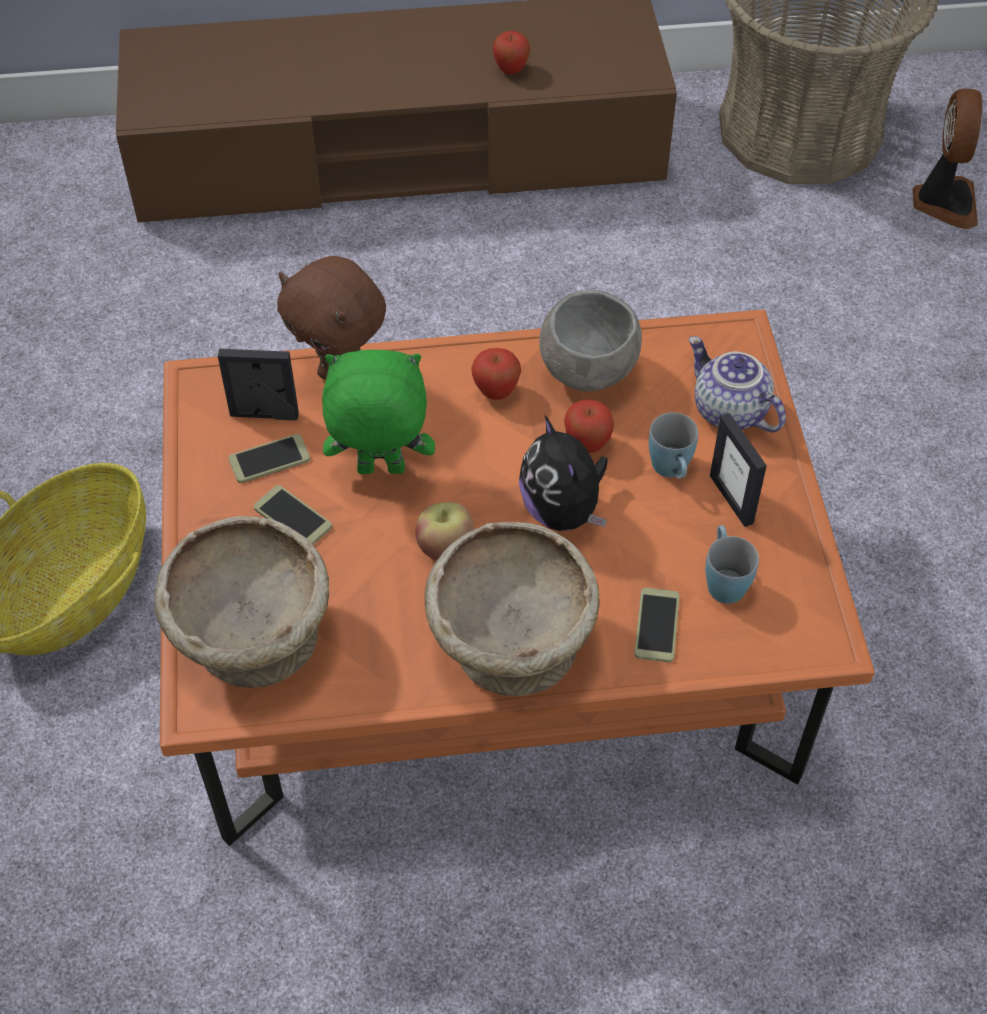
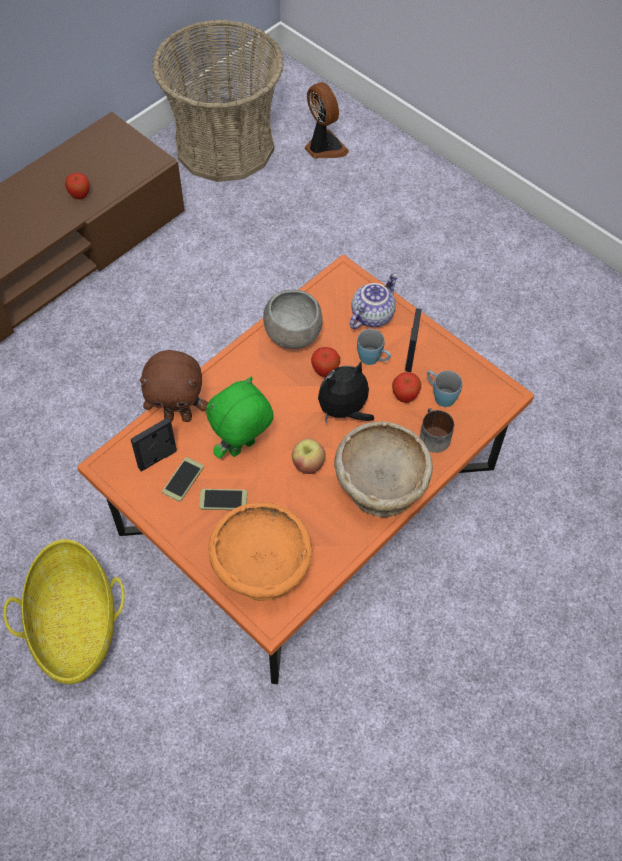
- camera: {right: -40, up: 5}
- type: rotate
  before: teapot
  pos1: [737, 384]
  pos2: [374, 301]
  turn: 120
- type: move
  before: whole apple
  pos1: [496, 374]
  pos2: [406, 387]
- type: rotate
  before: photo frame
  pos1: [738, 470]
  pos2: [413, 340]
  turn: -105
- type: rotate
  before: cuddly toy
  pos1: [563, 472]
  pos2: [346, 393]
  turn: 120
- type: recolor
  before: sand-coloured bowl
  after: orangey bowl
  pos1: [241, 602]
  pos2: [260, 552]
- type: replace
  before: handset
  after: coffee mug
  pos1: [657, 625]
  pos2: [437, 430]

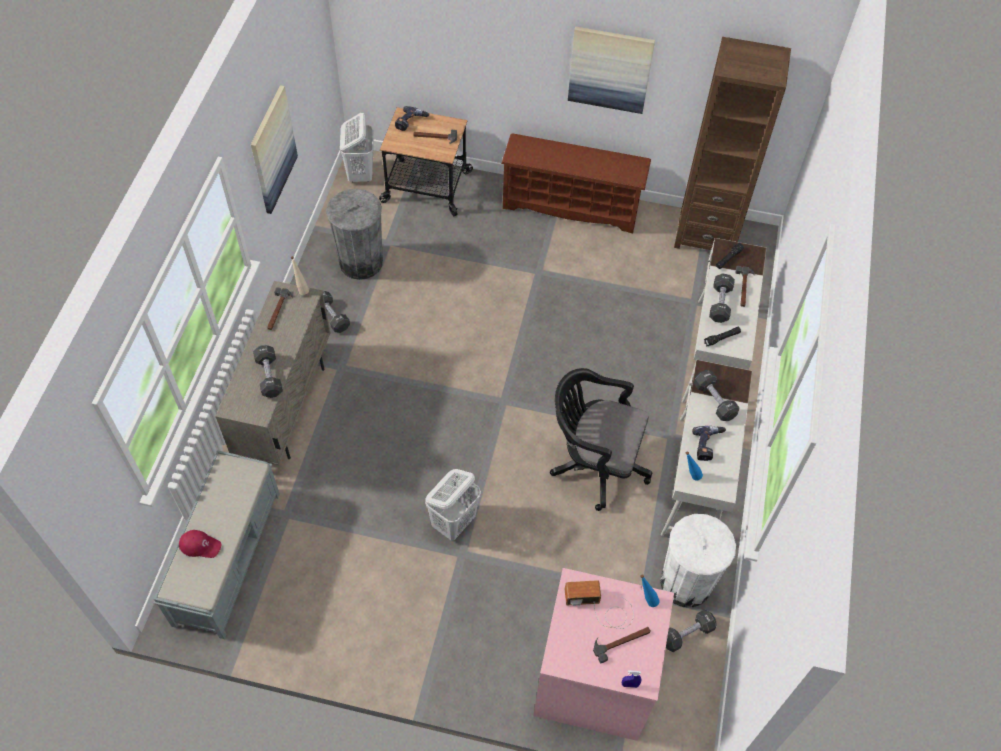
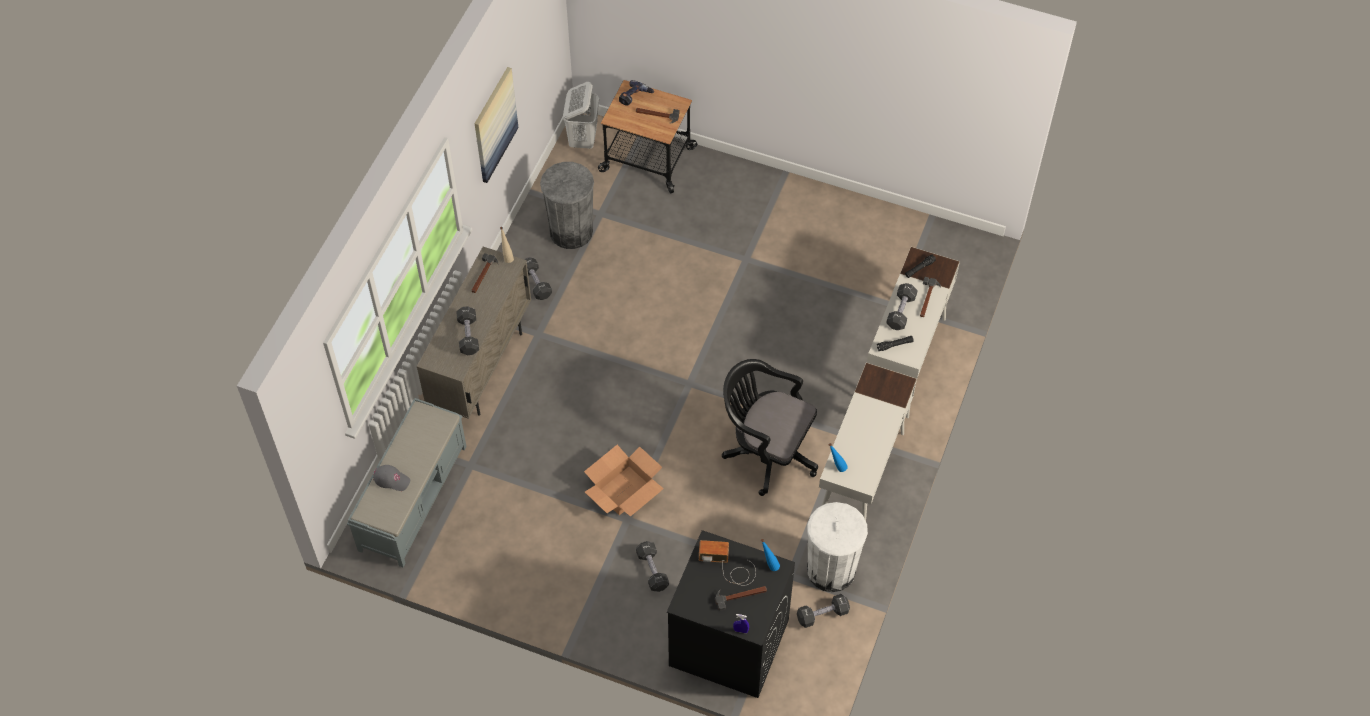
- camera: {right: 10, up: 0}
- type: delete
  before: wall art
  pos1: [611, 70]
- type: delete
  before: brown-coloured bookcase
  pos1: [732, 143]
- type: delete
  before: brown-coloured shoe rack
  pos1: [576, 183]
- type: move
  before: black-coloured hand weight
  pos1: [716, 395]
  pos2: [652, 566]
- type: delete
  before: drill
  pos1: [709, 443]
- type: replace
  before: white hamper
  after: carton
  pos1: [453, 505]
  pos2: [624, 481]
- type: recolor
  before: red peaked cap
  after: grey peaked cap
  pos1: [200, 544]
  pos2: [391, 478]
- type: recolor
  before: pinkish laundry appliance
  after: black-coloured laundry appliance
  pos1: [603, 654]
  pos2: [731, 614]

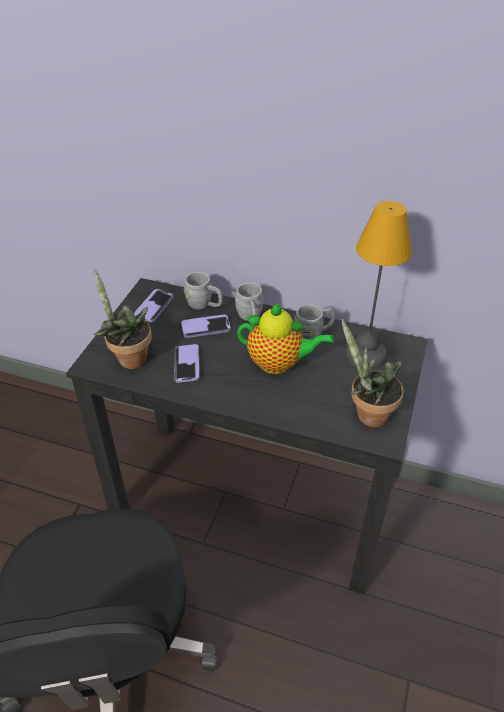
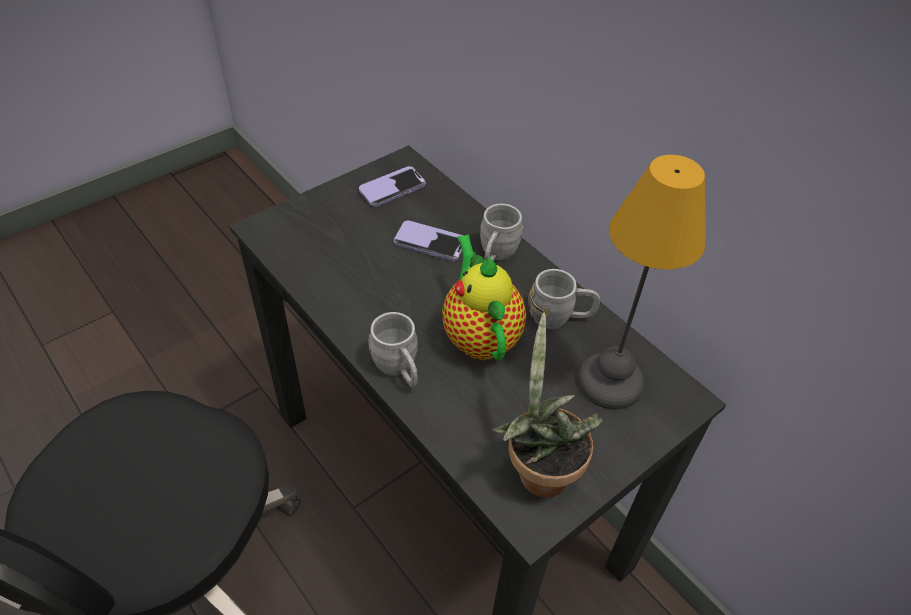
- camera: {right: 30, up: 5}
- type: delete
  before: plant in a pot
  pos1: [123, 318]
- type: move
  before: grey coffee mug
  pos1: [203, 290]
  pos2: [393, 349]
- type: rotate
  before: teapot
  pos1: [285, 339]
  pos2: [484, 298]
  turn: -150
- type: delete
  before: handset
  pos1: [187, 363]

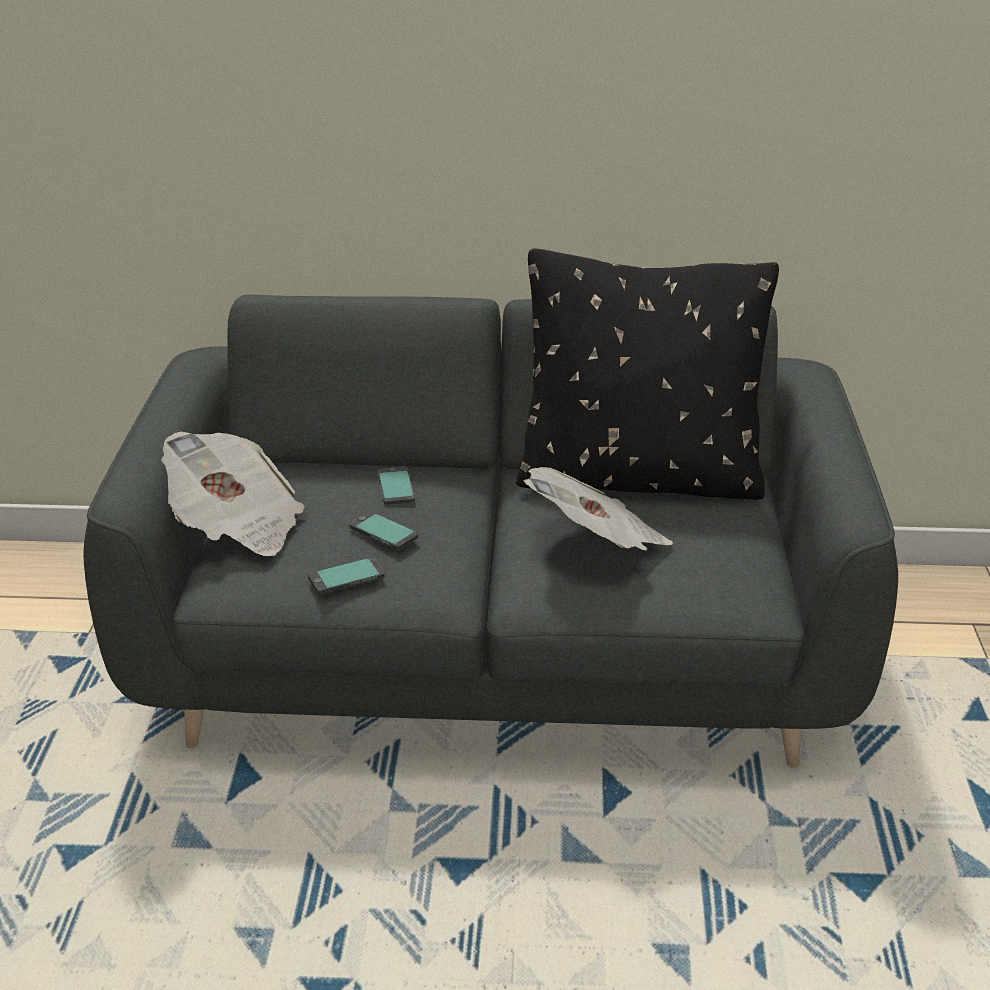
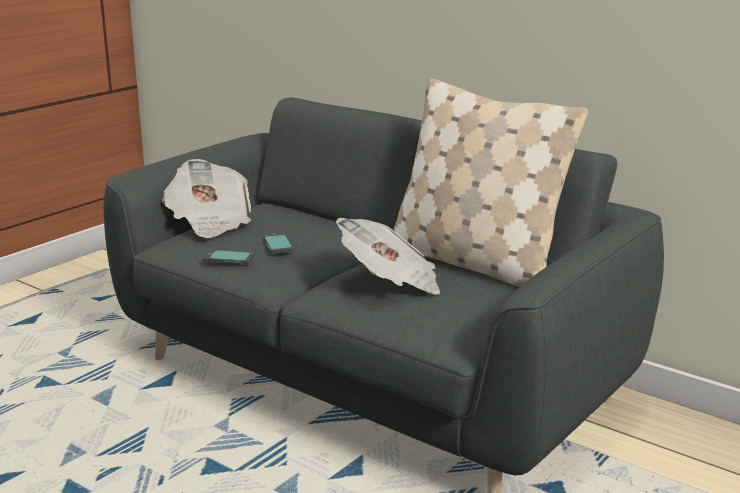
- camera: {right: 35, up: -10}
- type: recolor
  before: black-coloured cushion
  after: sand-coloured cushion
  pos1: [647, 374]
  pos2: [490, 183]
- type: delete
  before: handset
  pos1: [396, 486]

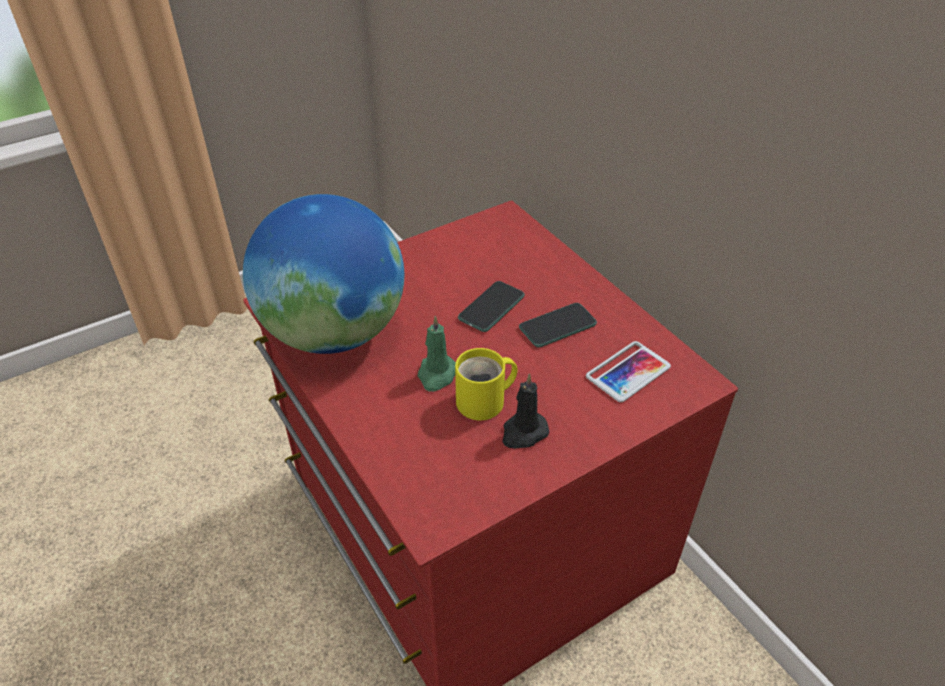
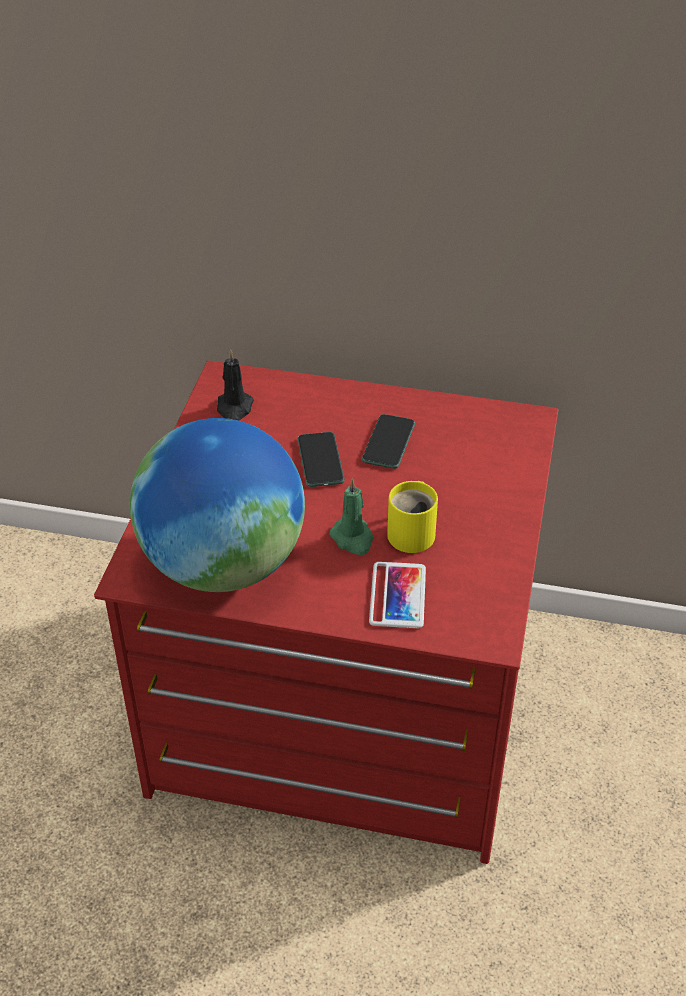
- camera: {right: -45, up: 0}
- type: move
  before: handset
  pos1: [628, 371]
  pos2: [397, 595]
- type: move
  before: black-coloured wax light
  pos1: [525, 411]
  pos2: [235, 385]

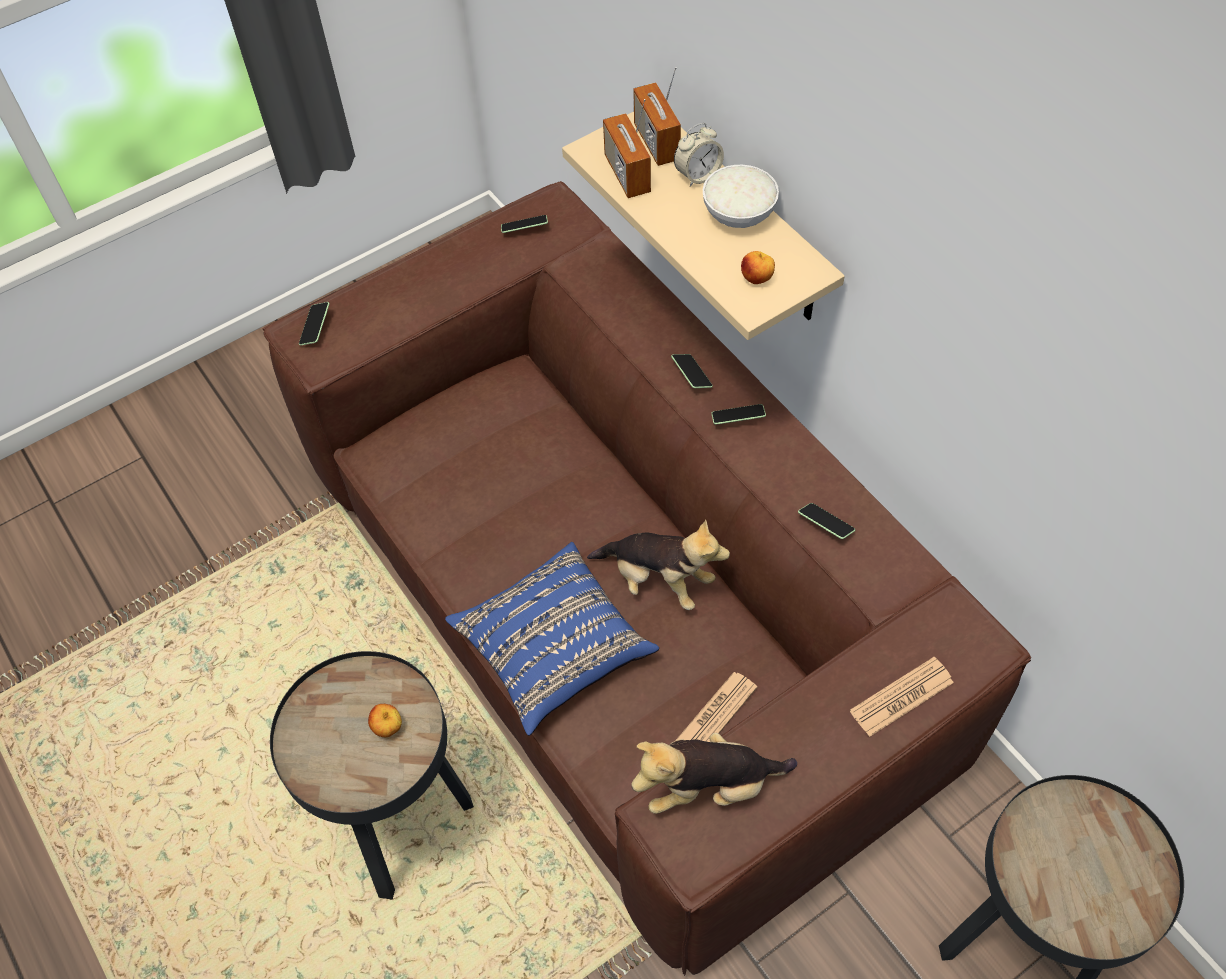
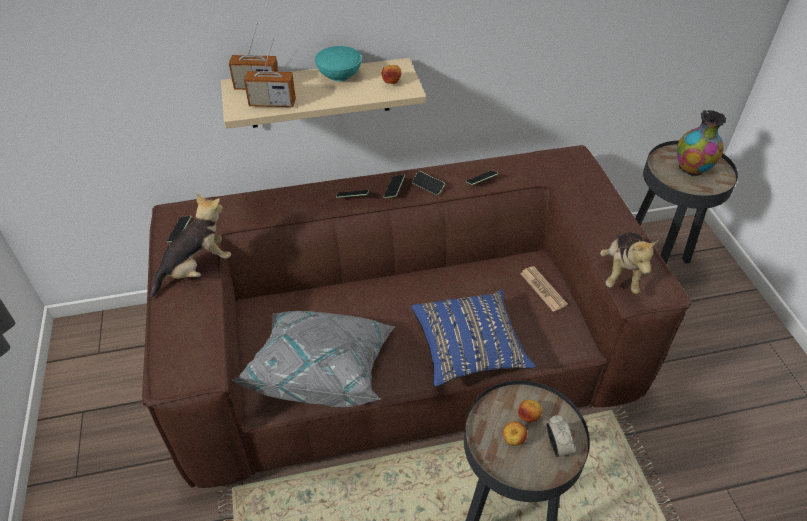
- camera: {right: -70, up: -10}
- type: move
  before: table clock
  pos1: [699, 155]
  pos2: [561, 436]
- type: recolor
  before: white bowl
  after: turquoise-coloured bowl
  pos1: [741, 196]
  pos2: [338, 64]
- type: move
  before: handset
  pos1: [314, 324]
  pos2: [428, 183]
- type: move
  before: cuddly toy
  pos1: [658, 564]
  pos2: [190, 246]
- type: delete
  before: daily paper
  pos1: [902, 697]
- type: insert
  after: decorative vase
  pos2: [701, 143]
- type: insert
  after: grey cushion
  pos2: [313, 359]
- type: insert
  after: whole apple
  pos2: [515, 434]

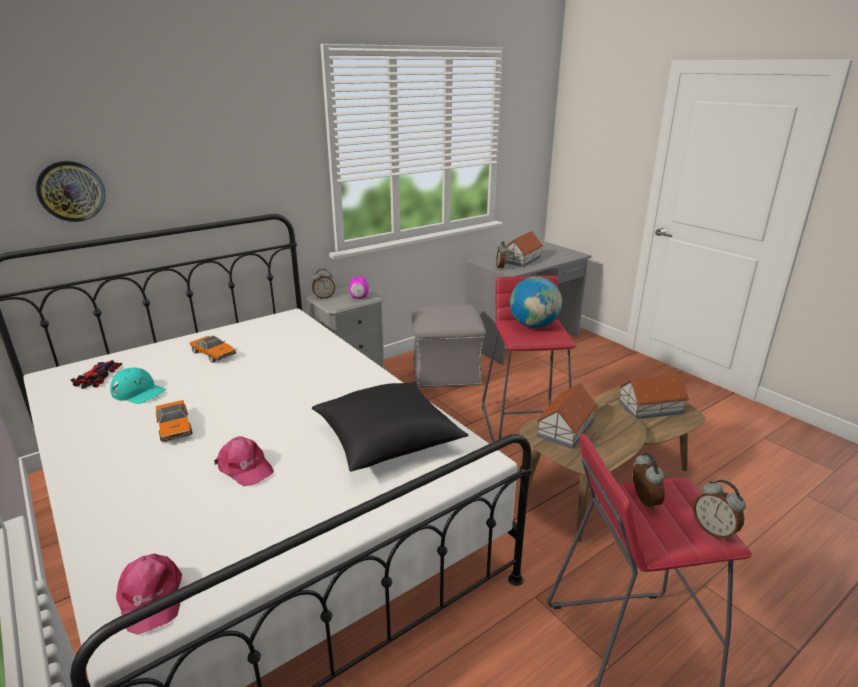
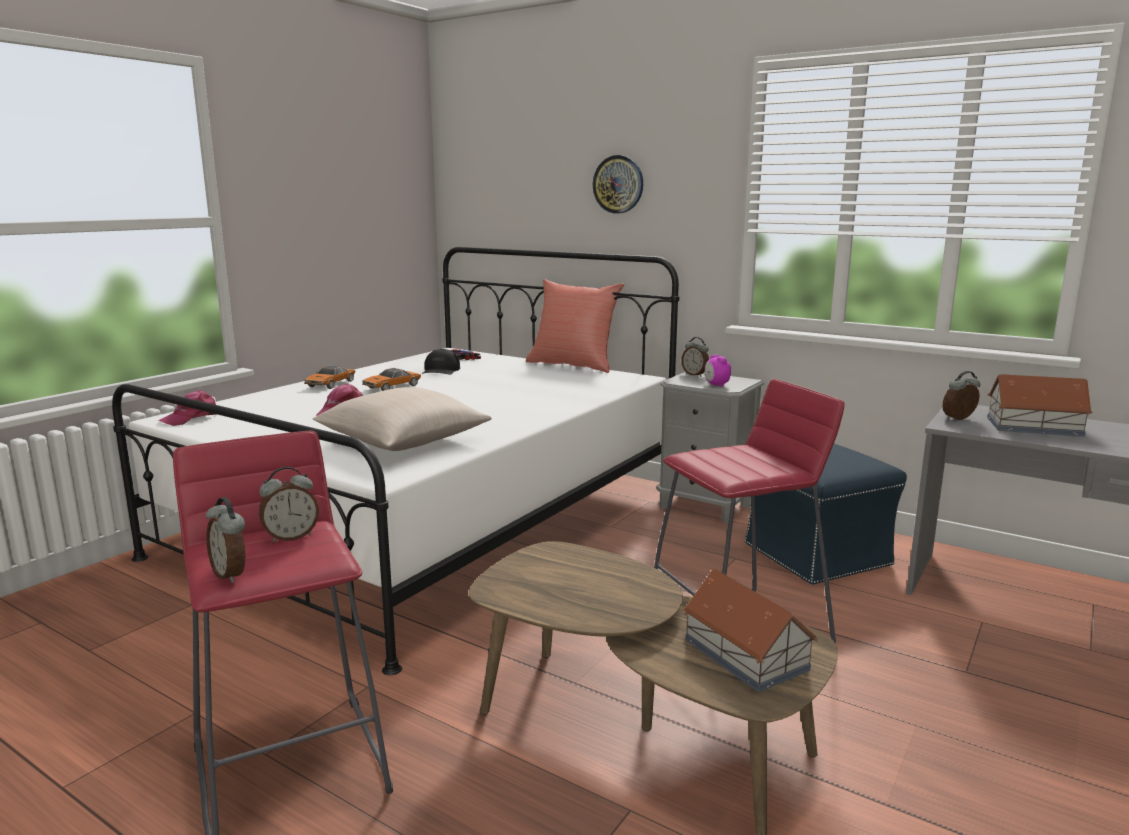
- camera: {right: 70, up: -10}
- type: move
  before: hanging clock
  pos1: [70, 191]
  pos2: [618, 184]
- type: delete
  before: world globe
  pos1: [536, 302]
- type: recolor
  before: grey ottoman
  after: blue-coloured ottoman
  pos1: [449, 346]
  pos2: [826, 514]
- type: move
  before: model car
  pos1: [212, 349]
  pos2: [330, 377]
- type: recolor
  before: turquoise-coloured peaked cap
  after: black-coloured peaked cap
  pos1: [138, 385]
  pos2: [441, 362]
- type: recolor
  before: black-coloured cushion
  after: sand-coloured cushion
  pos1: [390, 427]
  pos2: [402, 419]
- type: delete
  before: miniature house
  pos1: [567, 416]
- type: rotate
  before: table clock
  pos1: [719, 510]
  pos2: [226, 540]
  turn: -75
- type: insert
  after: red cushion
  pos2: [575, 326]

